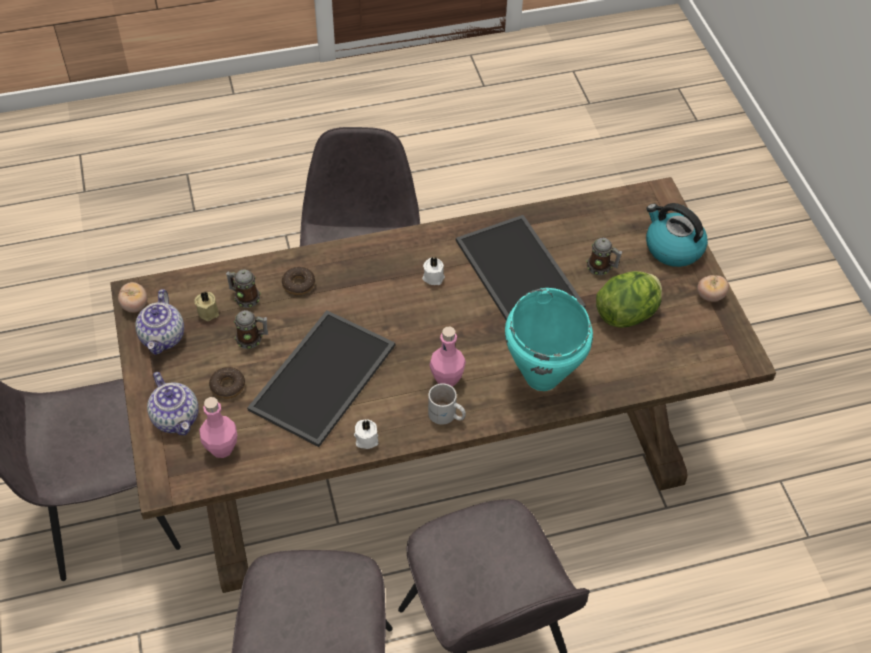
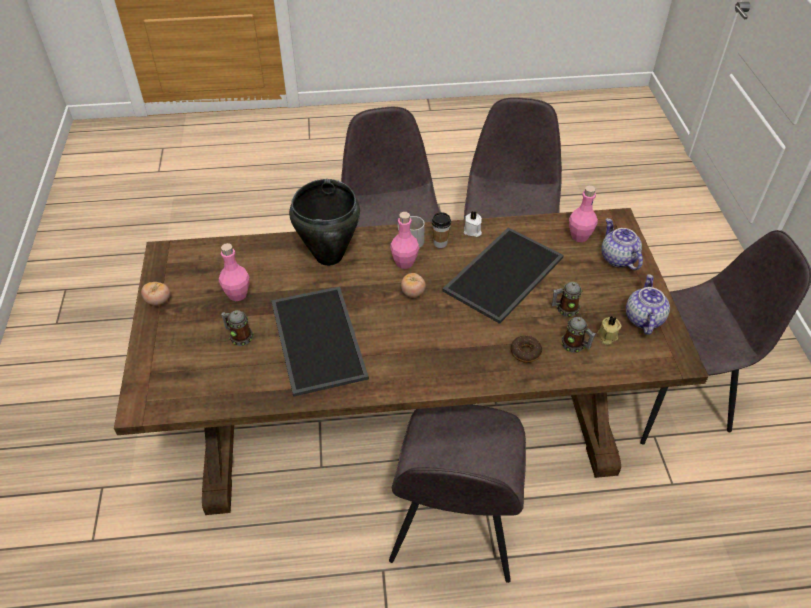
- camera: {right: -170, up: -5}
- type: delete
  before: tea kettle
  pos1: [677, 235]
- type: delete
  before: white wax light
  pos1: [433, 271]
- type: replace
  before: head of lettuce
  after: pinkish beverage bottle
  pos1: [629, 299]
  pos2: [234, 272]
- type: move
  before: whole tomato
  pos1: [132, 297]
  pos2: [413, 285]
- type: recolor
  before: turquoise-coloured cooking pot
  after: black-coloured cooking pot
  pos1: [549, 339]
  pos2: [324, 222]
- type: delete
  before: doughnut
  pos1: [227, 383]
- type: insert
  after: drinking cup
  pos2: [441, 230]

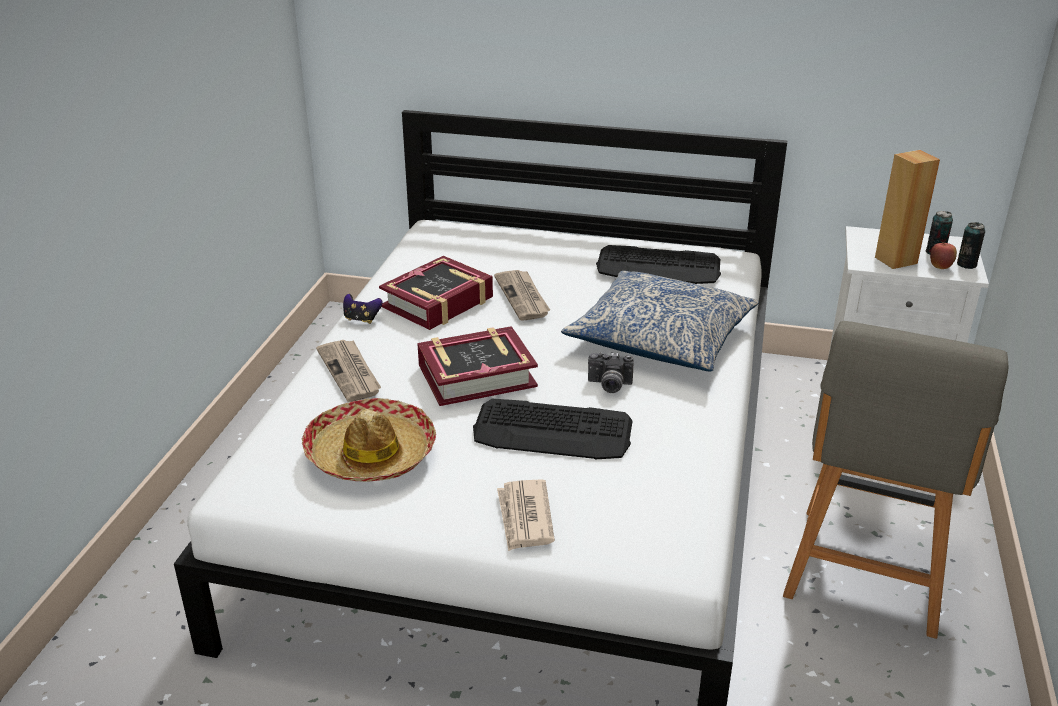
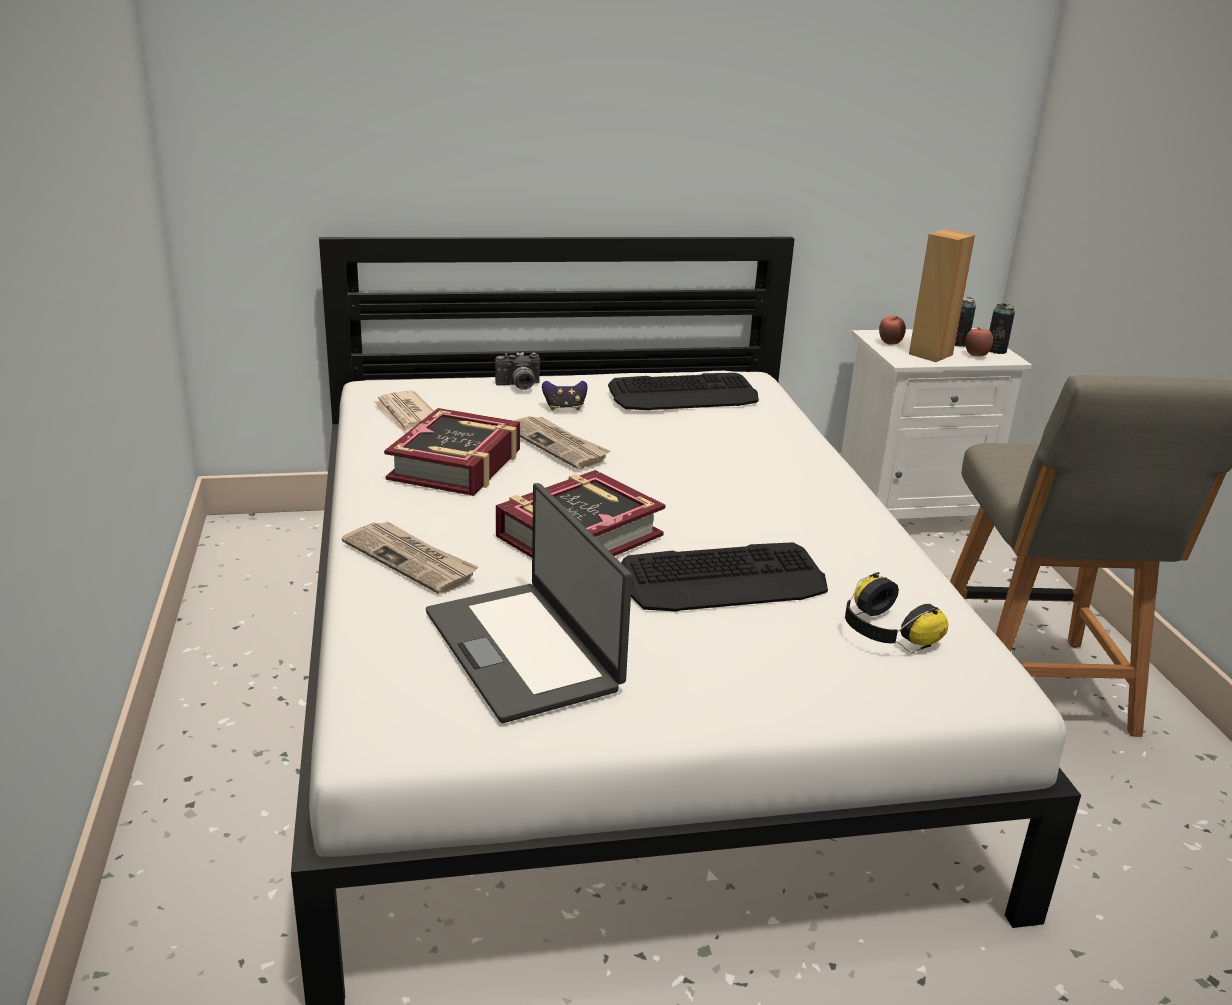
- camera: {right: -25, up: -5}
- type: delete
  before: cushion
  pos1: [660, 321]
- type: move
  before: game controller
  pos1: [362, 309]
  pos2: [565, 396]
- type: move
  before: still camera
  pos1: [611, 372]
  pos2: [517, 371]
- type: replace
  before: hat
  after: laptop
  pos1: [368, 440]
  pos2: [529, 603]
- type: move
  before: daily paper
  pos1: [526, 515]
  pos2: [403, 411]
- type: insert
  after: whole apple
  pos2: [892, 330]
- type: insert
  after: headphones
  pos2: [897, 612]

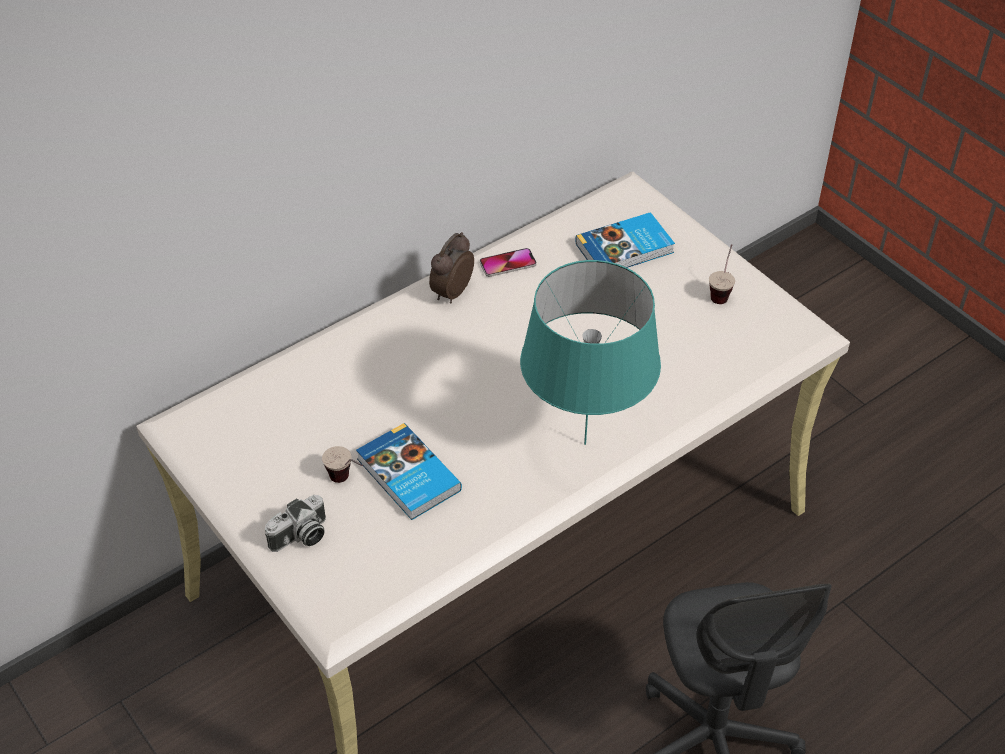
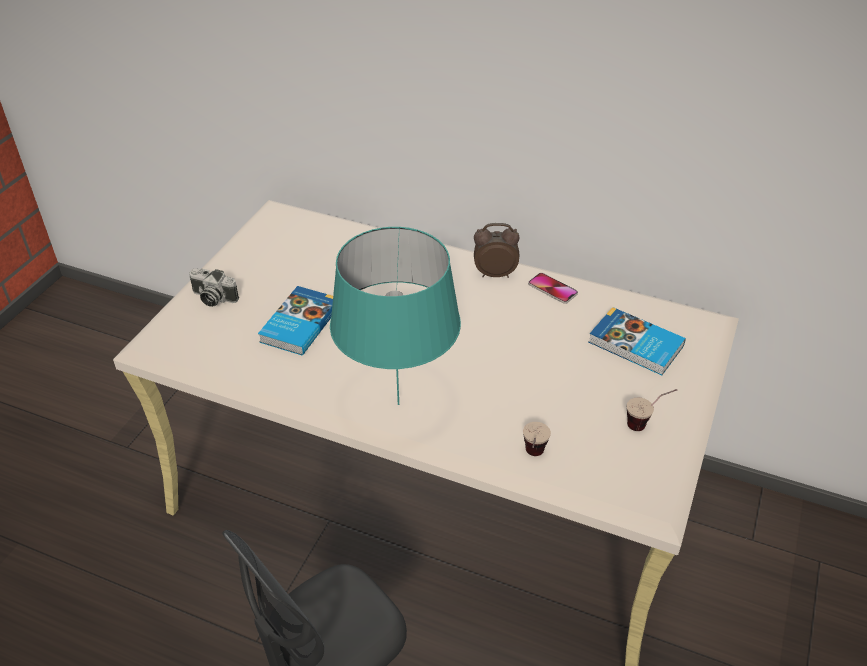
- camera: {right: 60, up: -5}
- type: move
  before: drinking cup
  pos1: [342, 464]
  pos2: [537, 439]

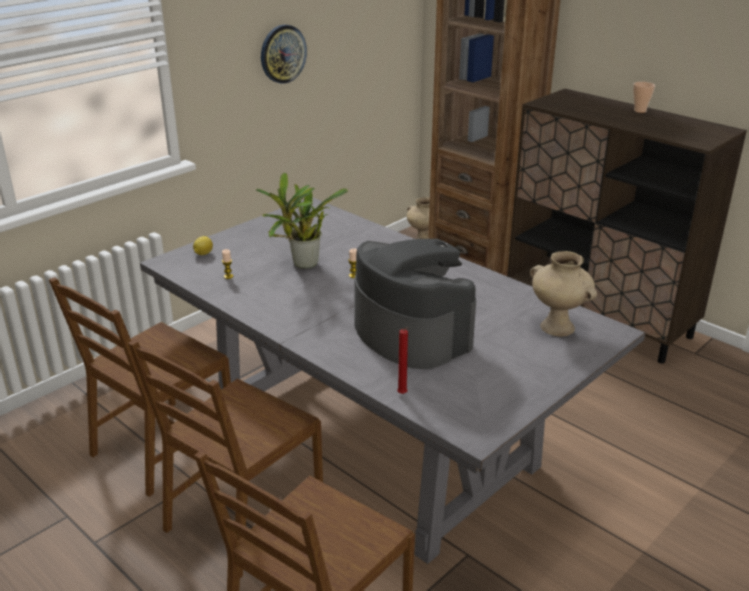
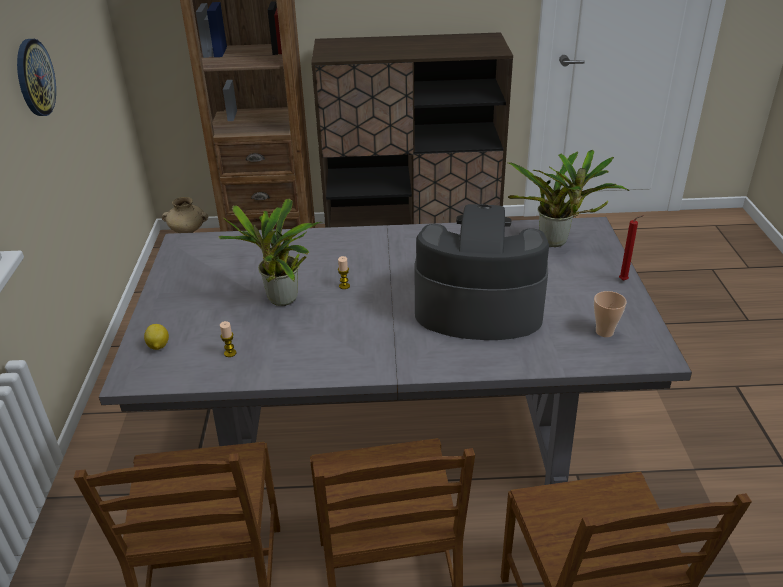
- camera: {right: -45, up: 5}
- type: move
  before: drinking cup
  pos1: [644, 97]
  pos2: [610, 314]
- type: replace
  before: sand-coloured decorative vase
  after: plant in a pot
  pos1: [563, 293]
  pos2: [568, 198]
- type: move
  before: red wax light
  pos1: [403, 360]
  pos2: [631, 248]

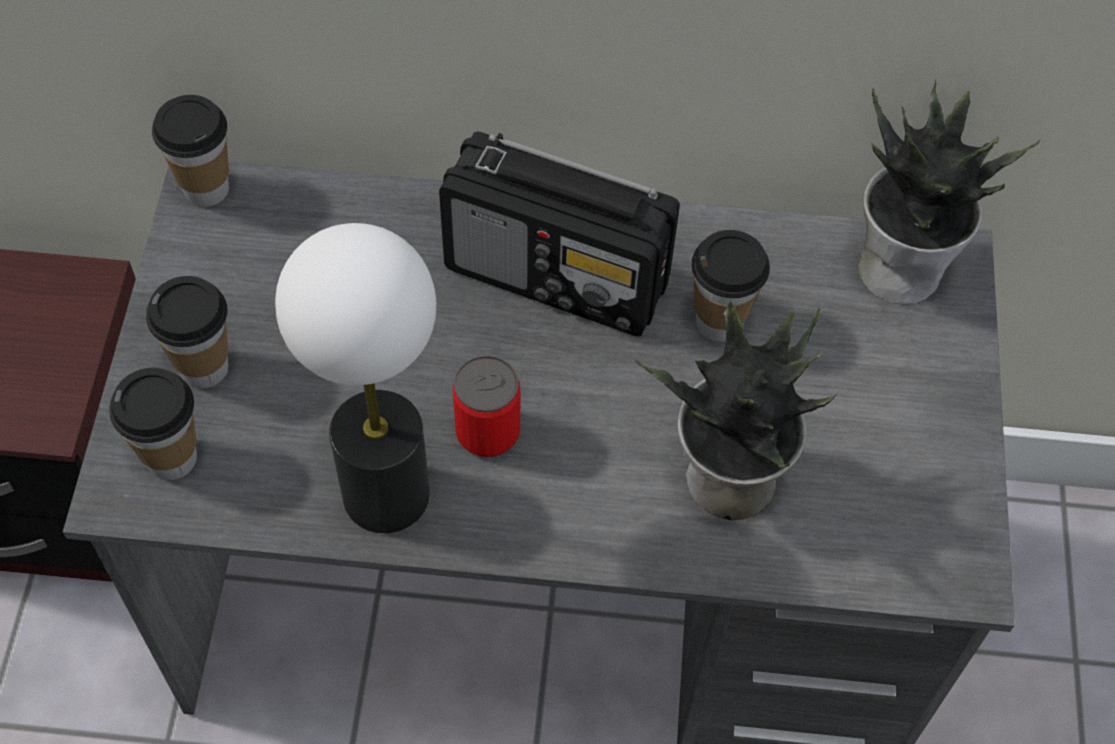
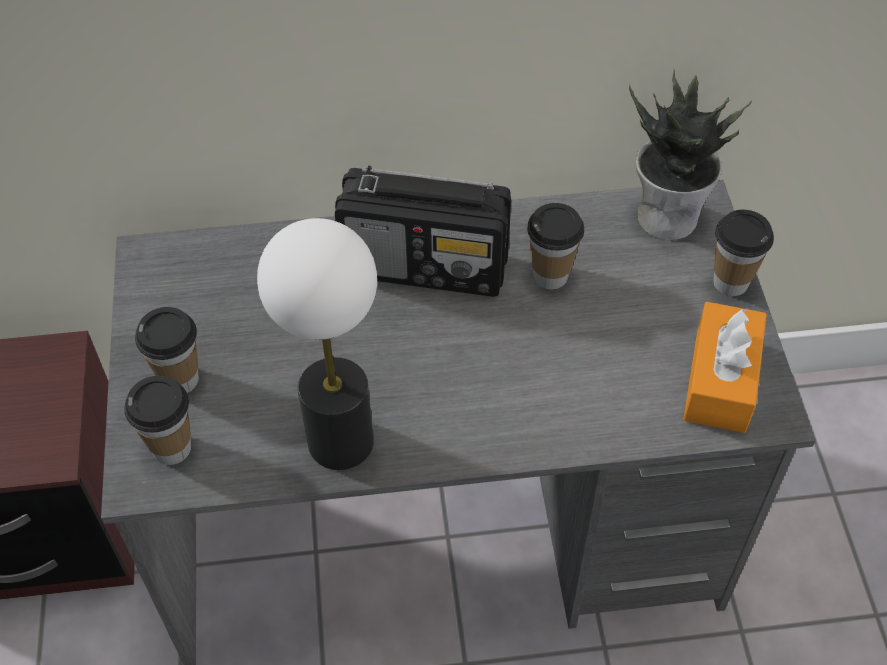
- camera: {right: -10, up: -5}
- type: move
  before: drinking cup
  pos1: [190, 151]
  pos2: [743, 253]
- type: delete
  before: plant in a pot
  pos1: [737, 411]
- type: delete
  before: can
  pos1: [486, 406]
- type: insert
  after: orangey tissue holder
  pos2: [725, 367]

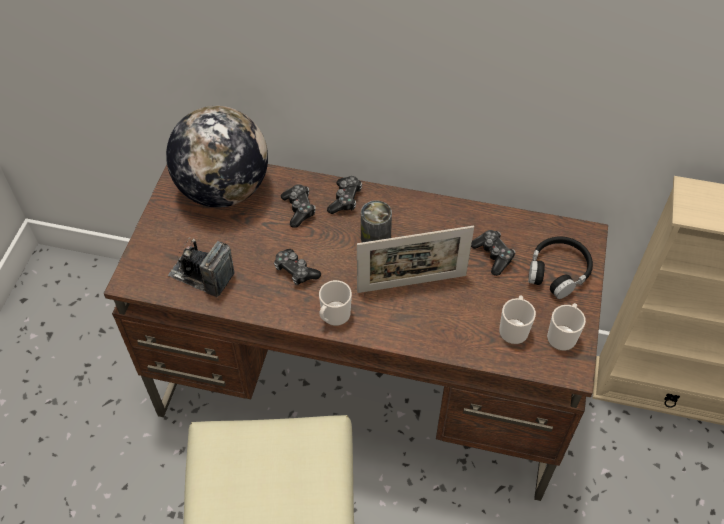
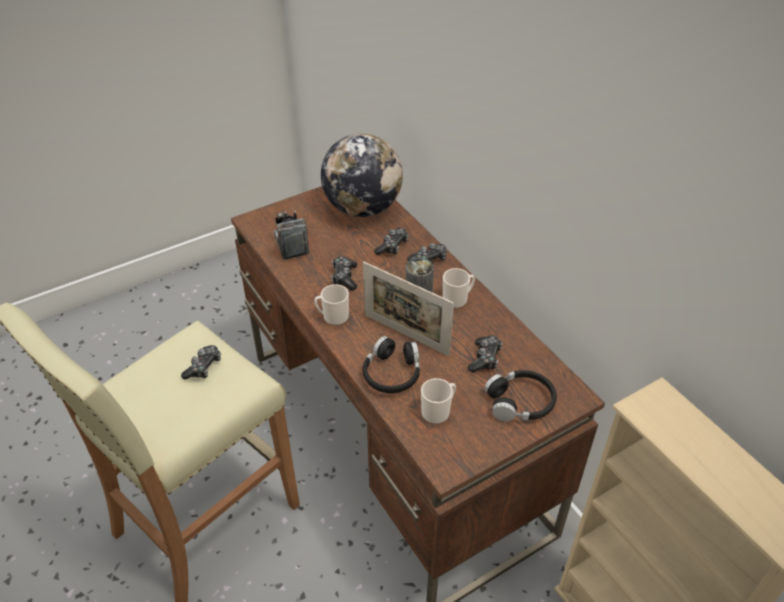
- camera: {right: 45, up: -10}
- type: move
  before: coffee mug
  pos1: [566, 327]
  pos2: [459, 288]
- type: insert
  after: black-coloured headphones
  pos2: [391, 364]
- type: insert
  after: game controller
  pos2: [201, 362]

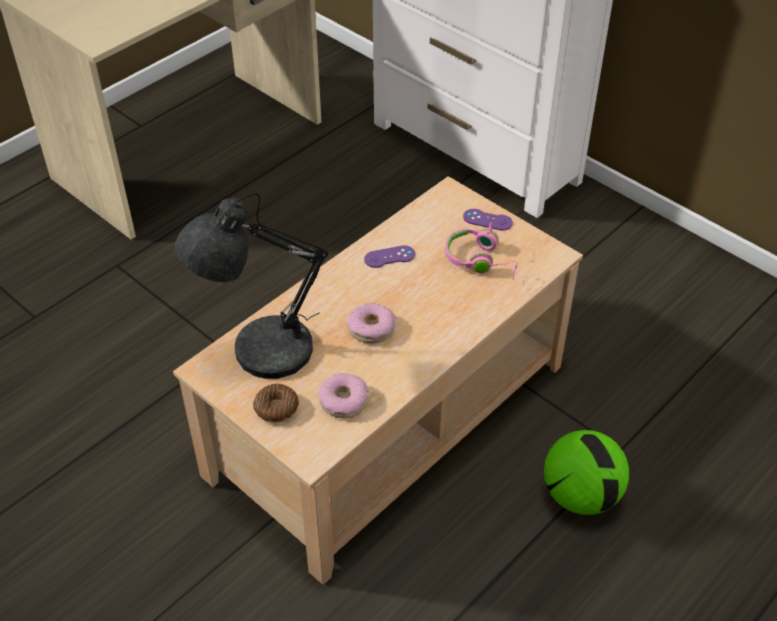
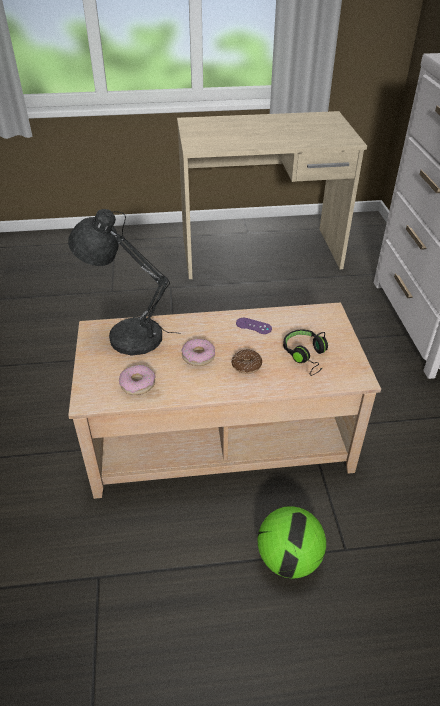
- camera: {right: 40, up: -5}
- type: delete
  before: purple-coloured game controller
  pos1: [488, 220]
- type: recolor
  before: pinkish headphones
  after: black-coloured headphones
  pos1: [481, 251]
  pos2: [305, 352]
- type: move
  before: doughnut
  pos1: [276, 403]
  pos2: [246, 361]

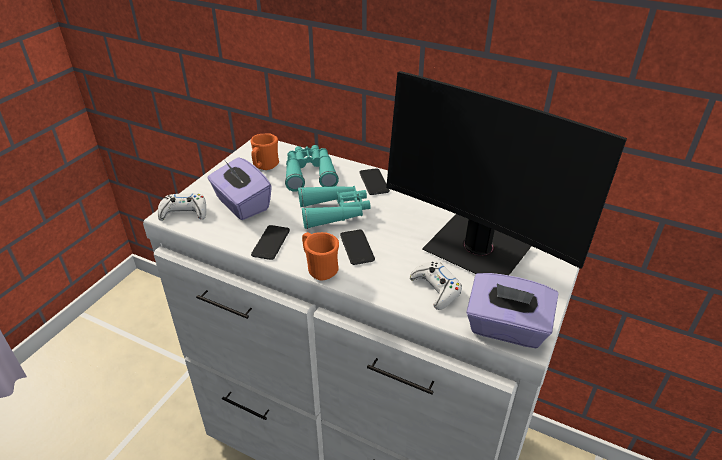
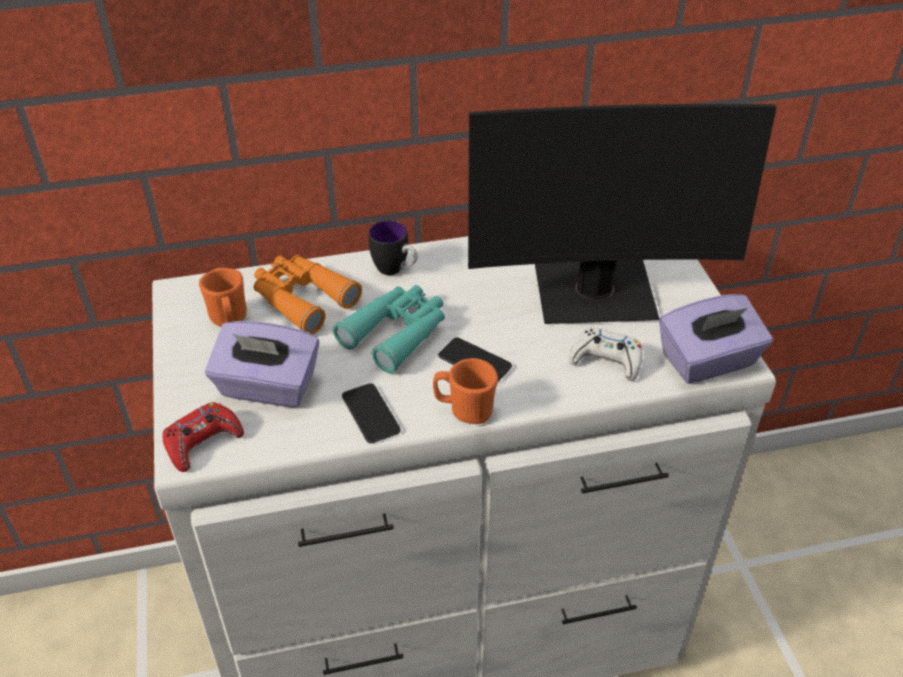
- camera: {right: -40, up: 5}
- type: recolor
  before: turquoise-coloured pair of binoculars
  after: orangey pair of binoculars
  pos1: [312, 168]
  pos2: [308, 294]
- type: replace
  before: handset
  after: coffee mug
  pos1: [374, 181]
  pos2: [393, 247]
- type: recolor
  before: white game controller
  after: red game controller
  pos1: [182, 207]
  pos2: [203, 437]

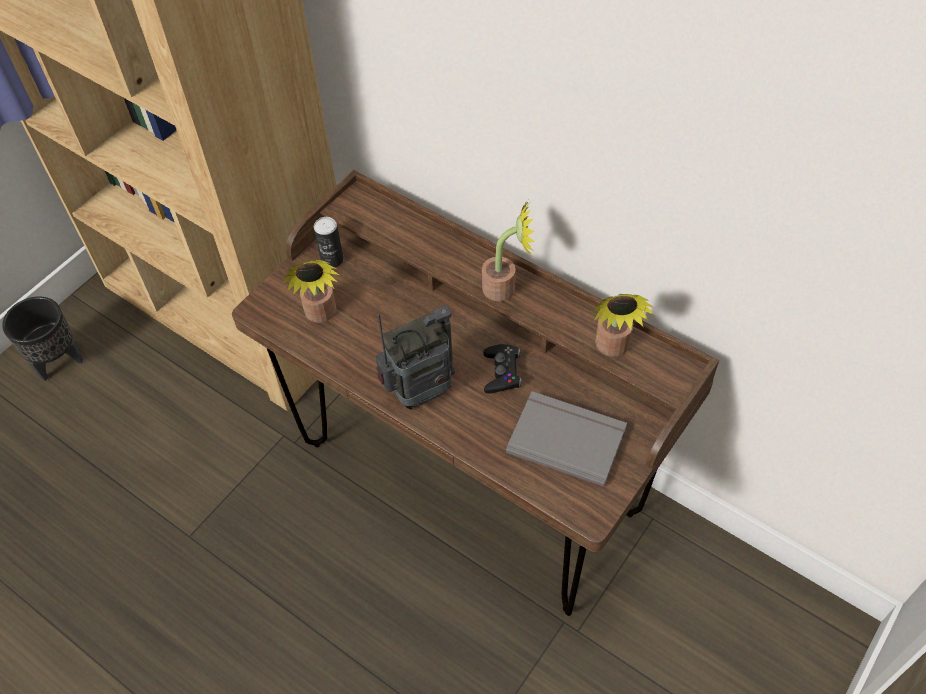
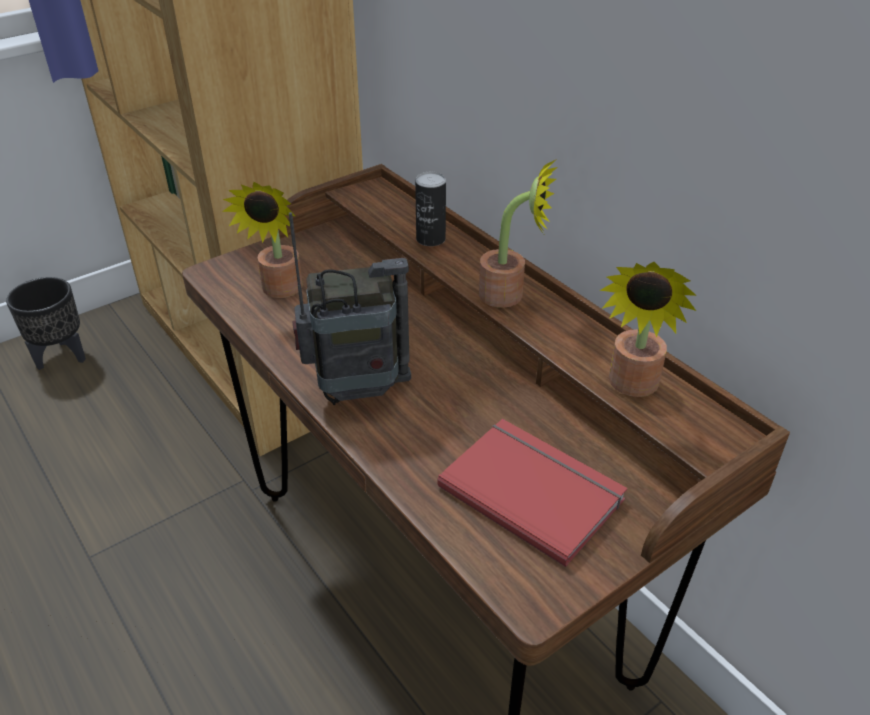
- camera: {right: 15, up: -15}
- type: move
  before: can
  pos1: [329, 242]
  pos2: [430, 209]
- type: delete
  before: black-coloured game controller
  pos1: [502, 369]
- type: recolor
  before: grey volume
  after: red volume
  pos1: [566, 439]
  pos2: [532, 493]

